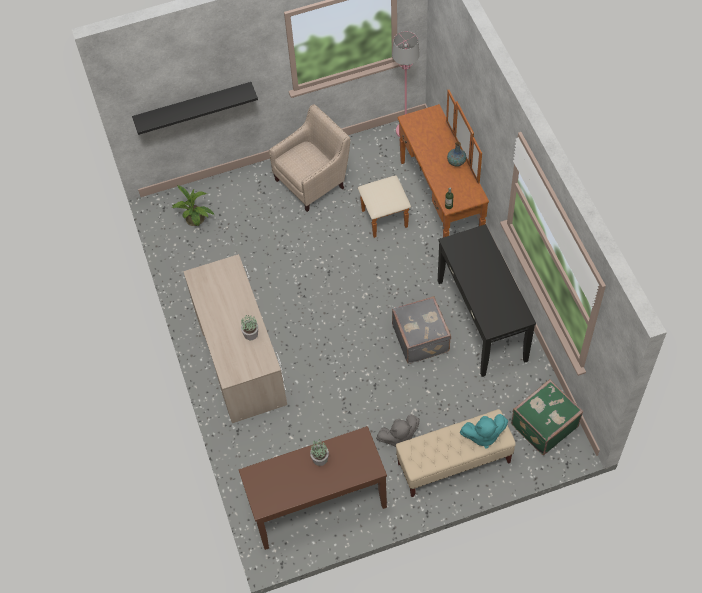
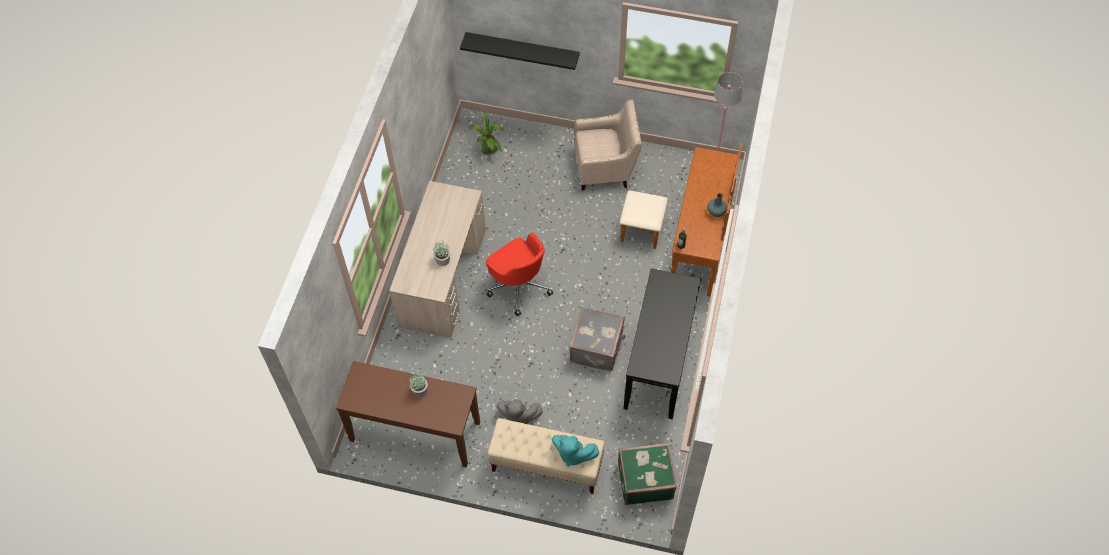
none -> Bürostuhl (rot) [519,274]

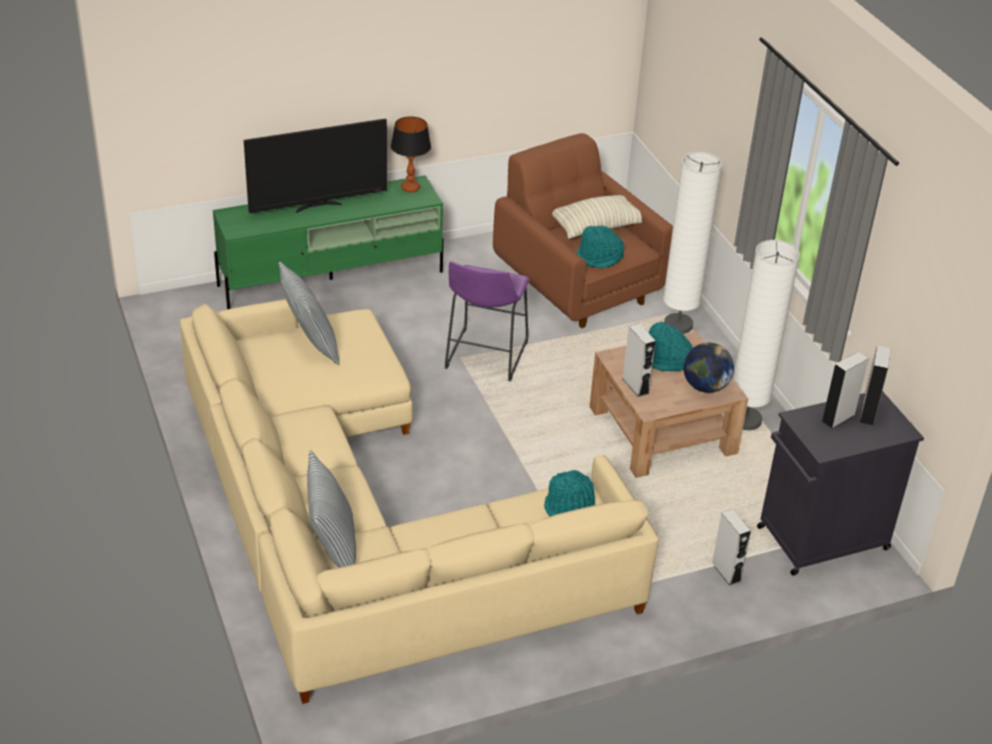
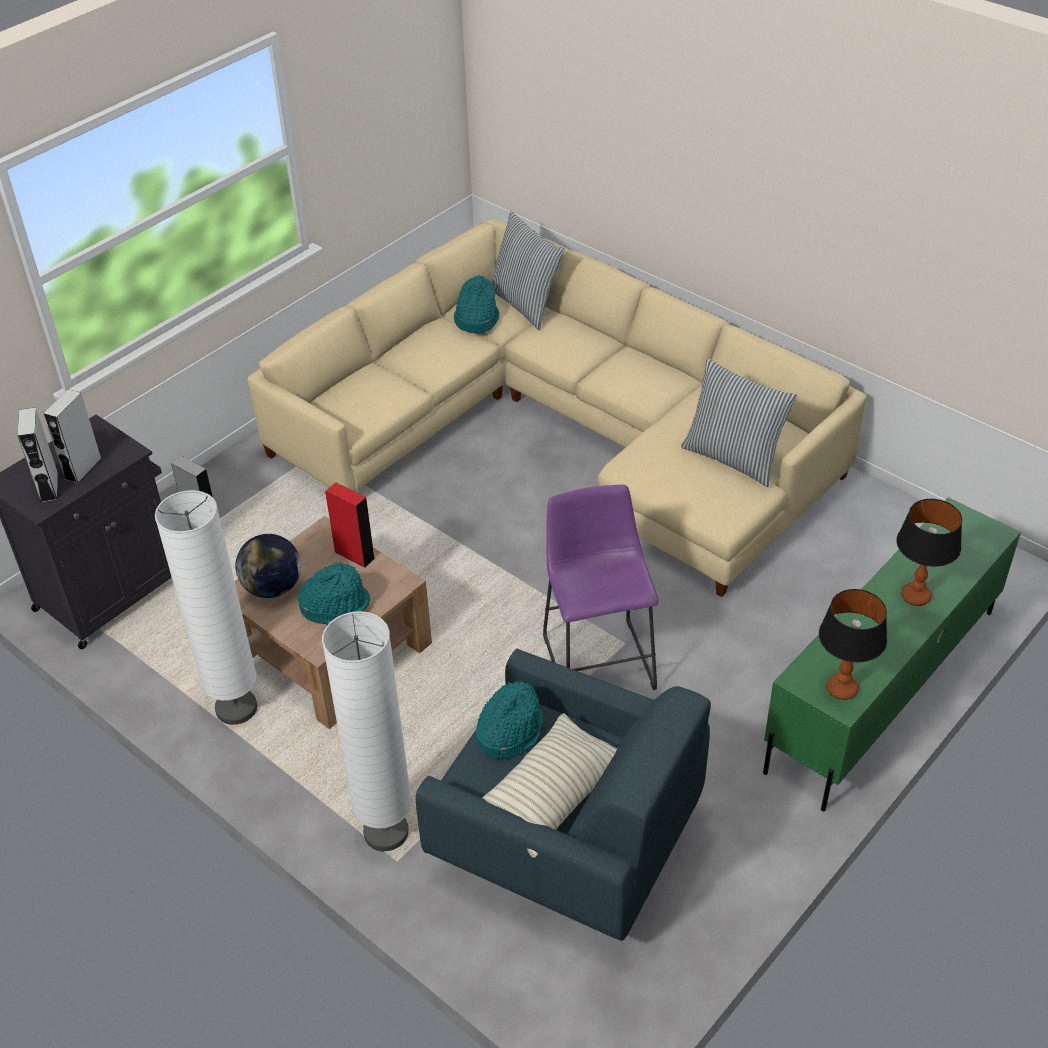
Lautsprecher (grau) [639,360] -> Lautsprecher (rot) [350,525]
Sessel (braun) [583,230] -> Sessel (blau) [563,794]
Hut (türkis) [569,493] -> Hut (türkis) [476,304], moved
Fernseher [315,165] -> Tischlampe [929,552]

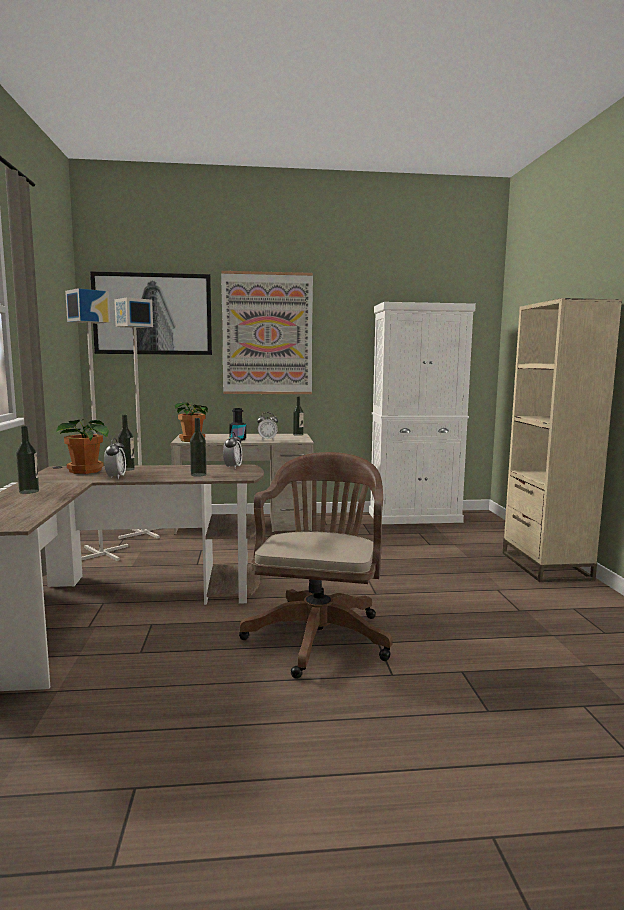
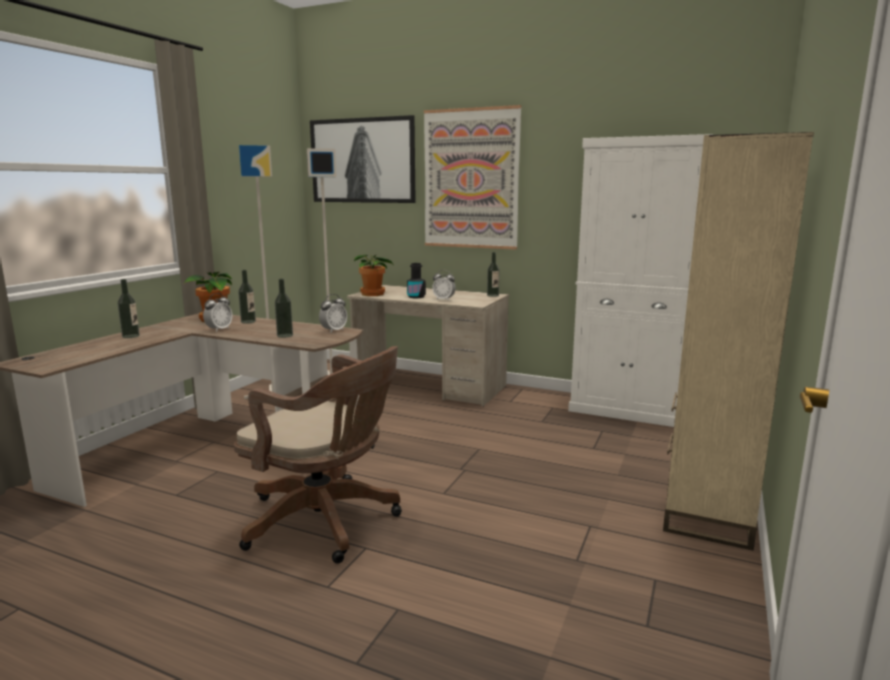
Bürostuhl (braun) [316,565] -> Bürostuhl (braun) [318,455], 75 degrees clockwise

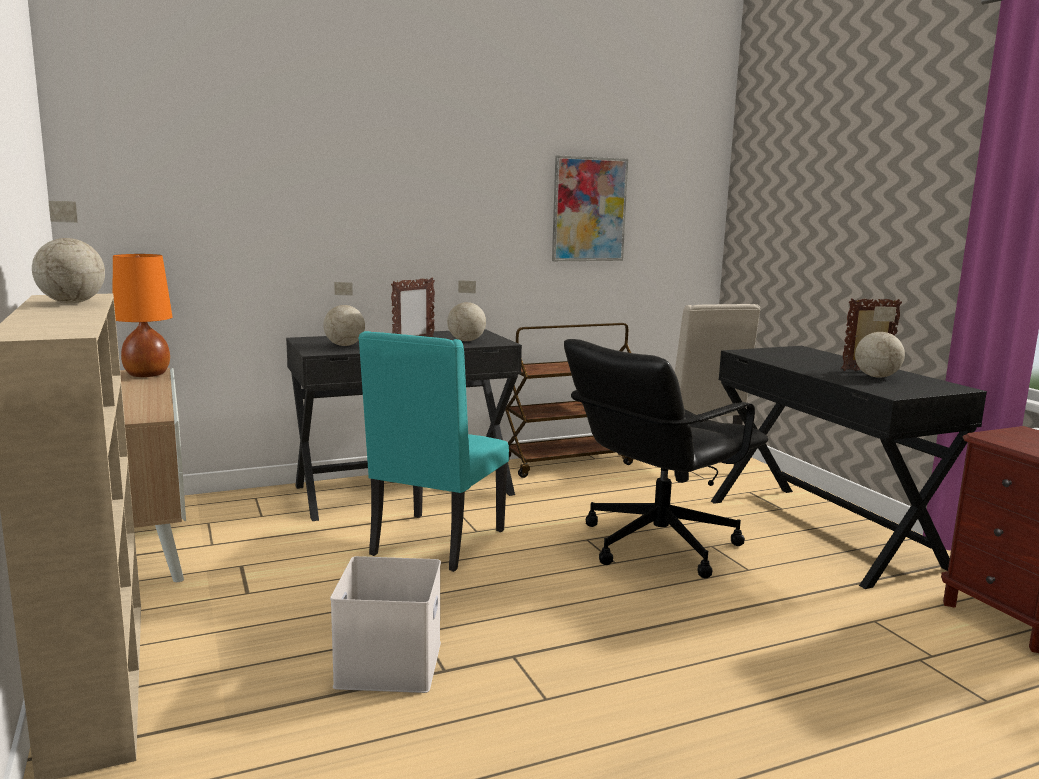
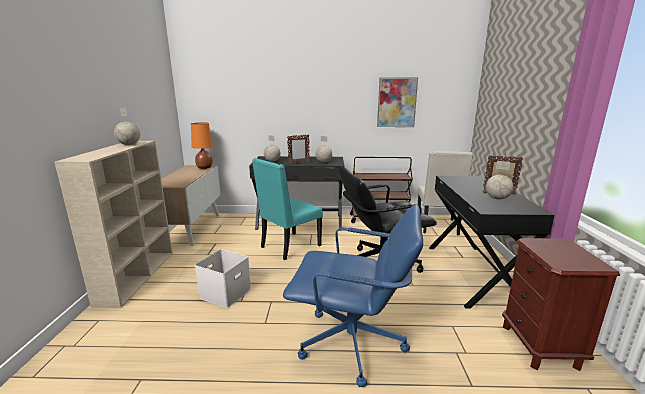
none -> Bürostuhl (blau) [353,296]

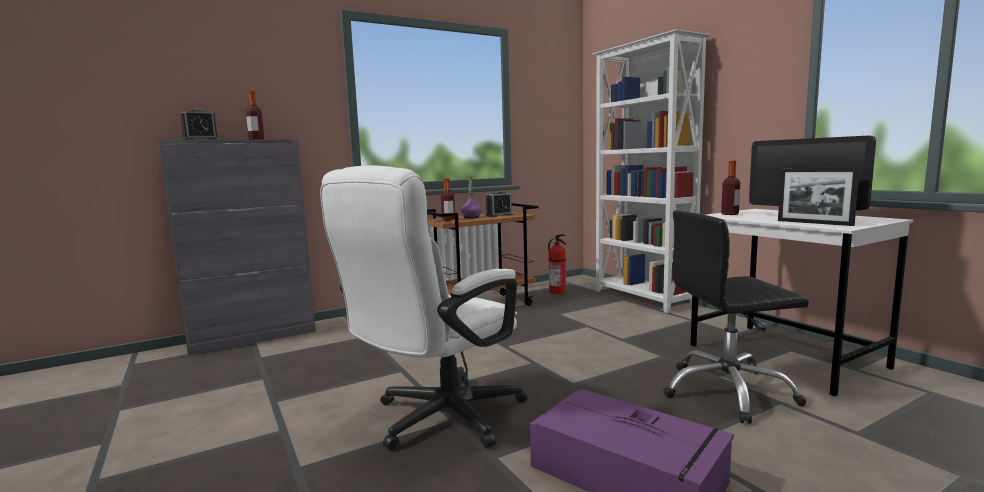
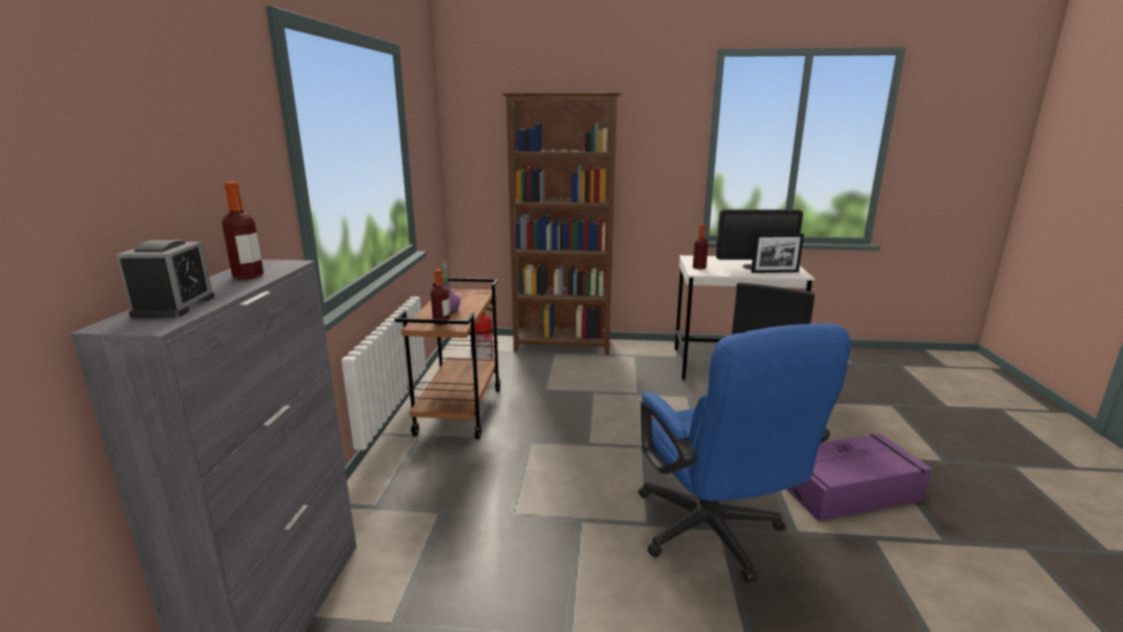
Bücherregal (weiß) [651,171] -> Bücherregal (braun) [561,224]
Bürostuhl (weiß) [423,307] -> Bürostuhl (blau) [744,453]
Wecker [499,204] -> none

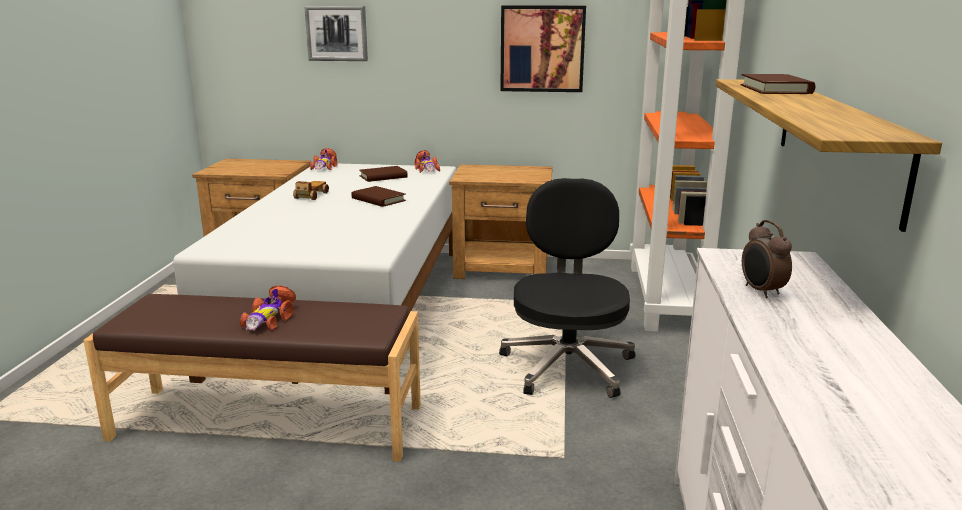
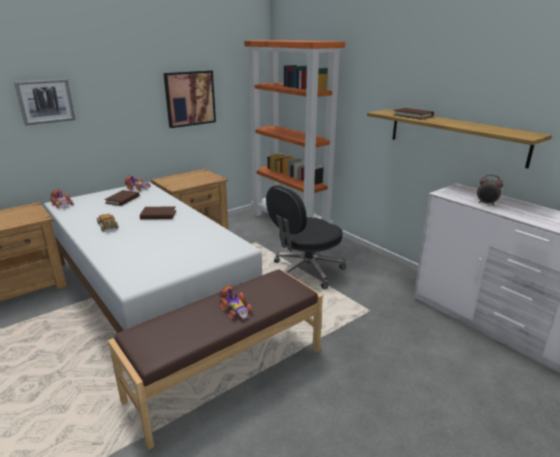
Bürostuhl (schwarz) [567,288] -> Bürostuhl (schwarz) [306,237], 90 degrees counterclockwise

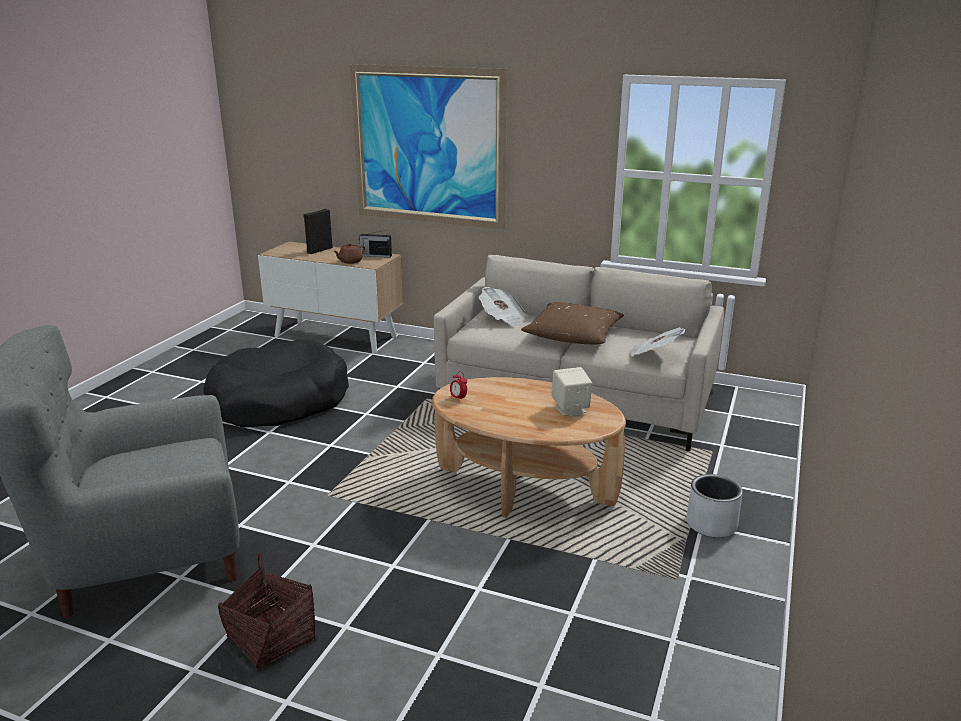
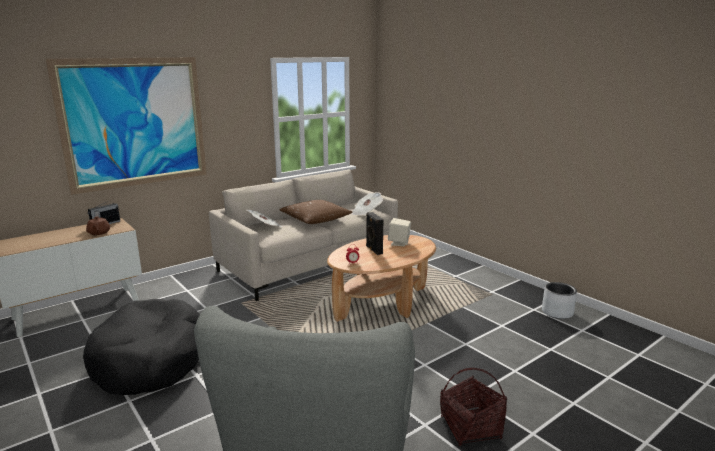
Lautsprecher (schwarz) [318,231] -> Lautsprecher (schwarz) [374,233], moved
Pflanzkübel (grau) [715,506] -> Pflanzkübel (grau) [559,300], moved

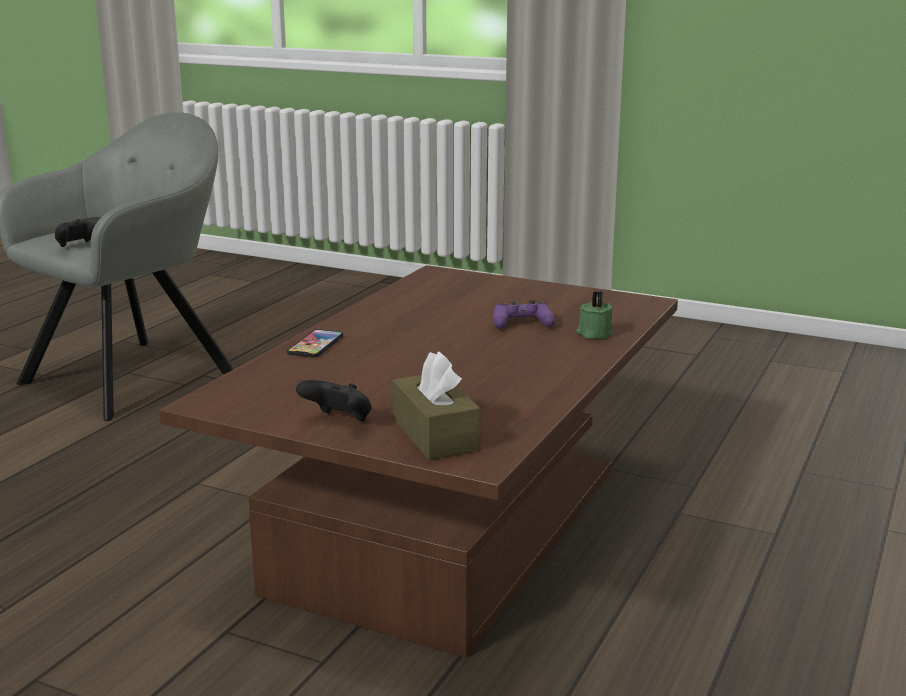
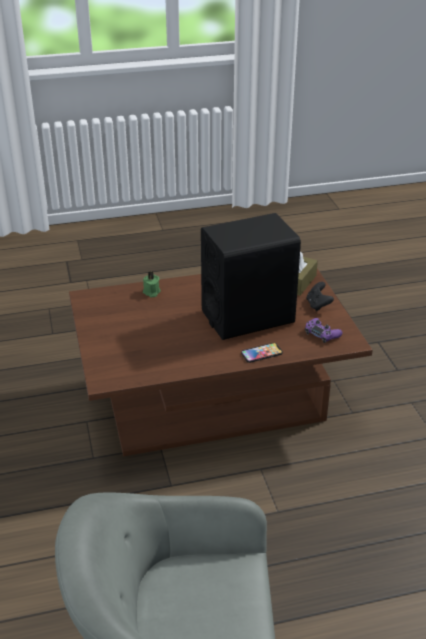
none -> Lautsprecher (schwarz) [251,276]
Gamepad (lila) [524,314] -> Gamepad (lila) [324,330], moved
Gamepad (schwarz) [77,232] -> none

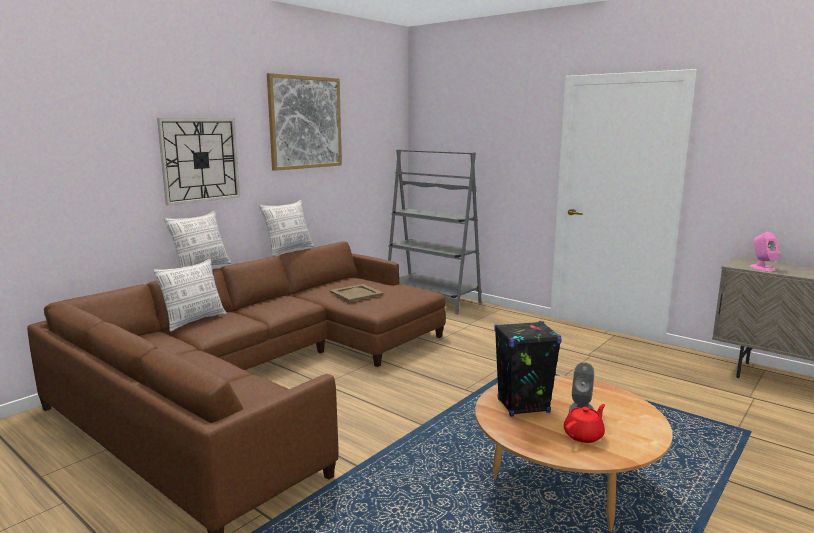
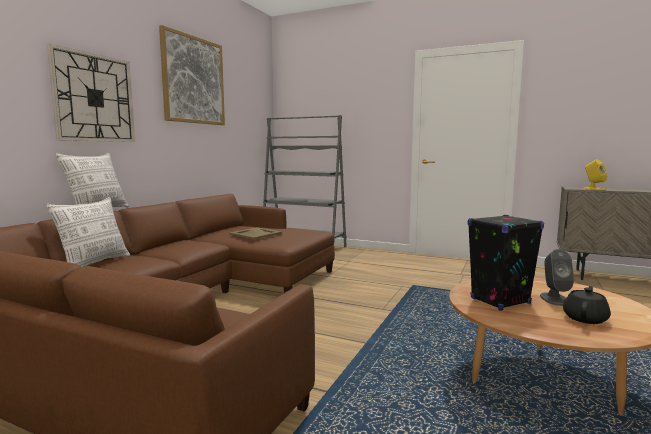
Teekanne (rot) [584,423] -> Teekanne (schwarz) [587,305]
Lautsprecher (rosa) [764,251] -> Lautsprecher (gelb) [595,175]
Kissen [286,228] -> none

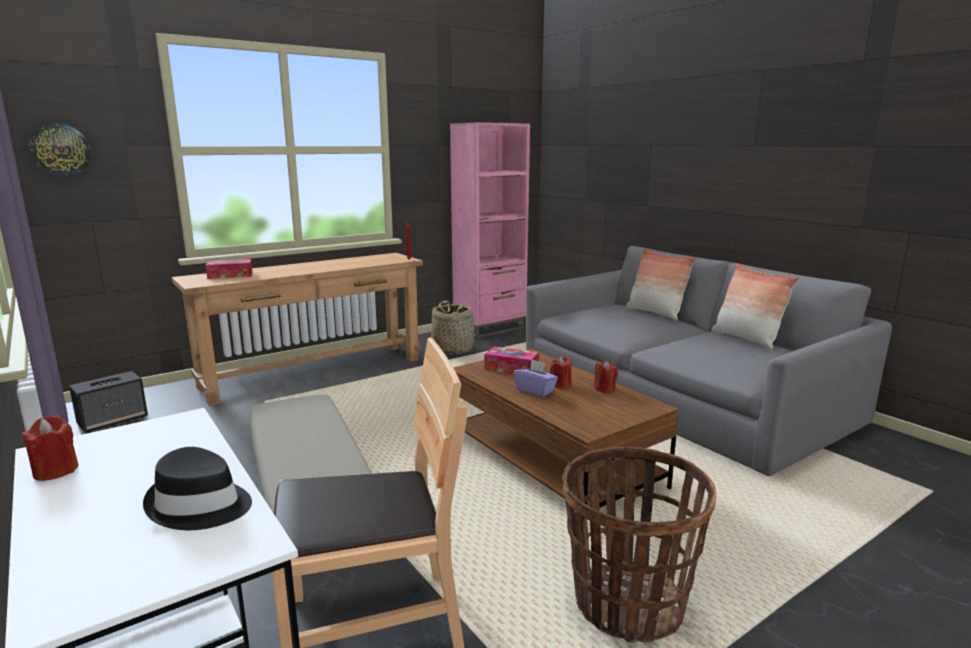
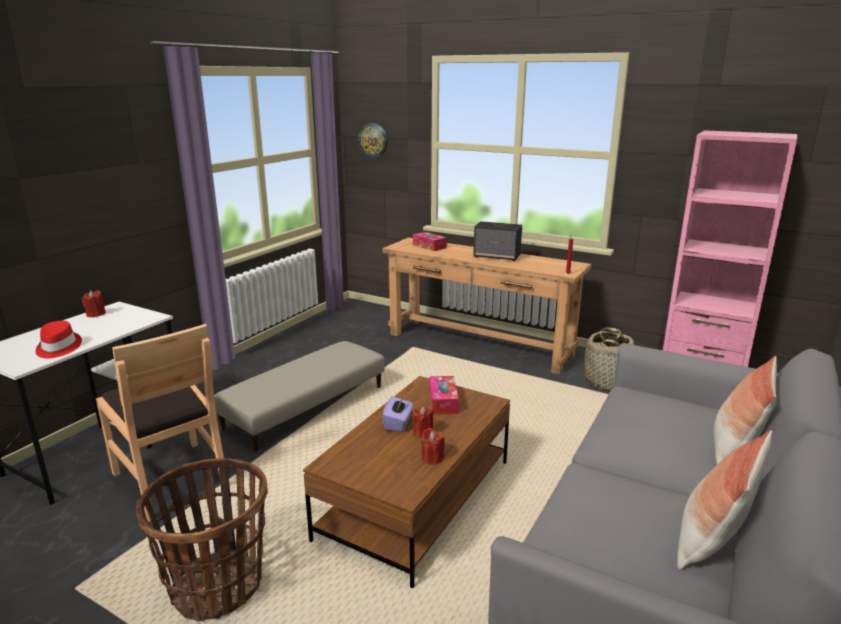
Hut (schwarz) [197,488] -> Hut (rot) [59,339]
Lautsprecher [108,402] -> Lautsprecher [497,241], moved

